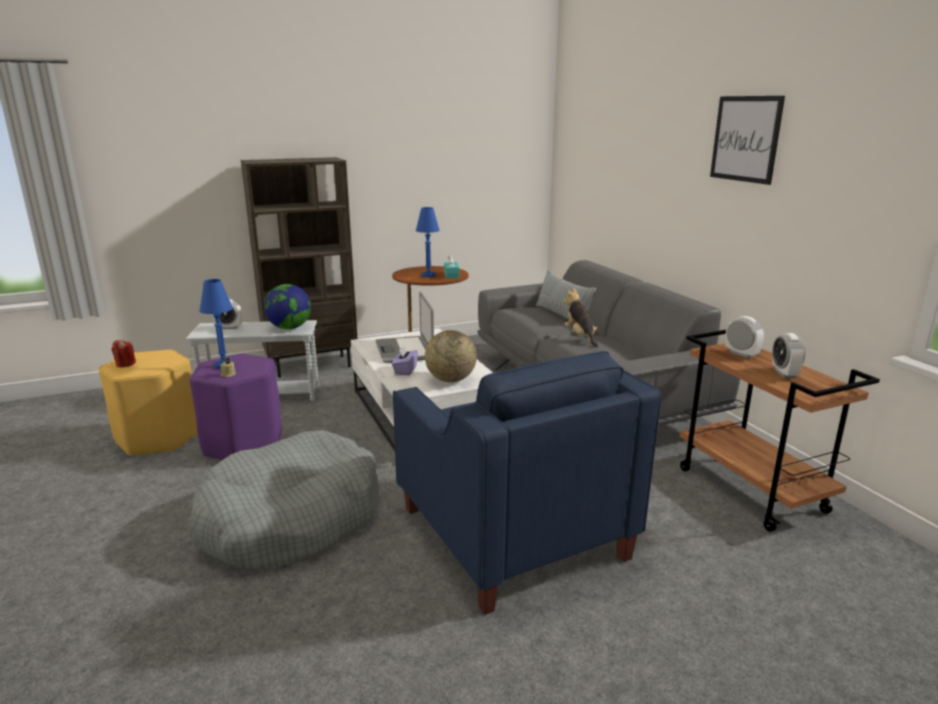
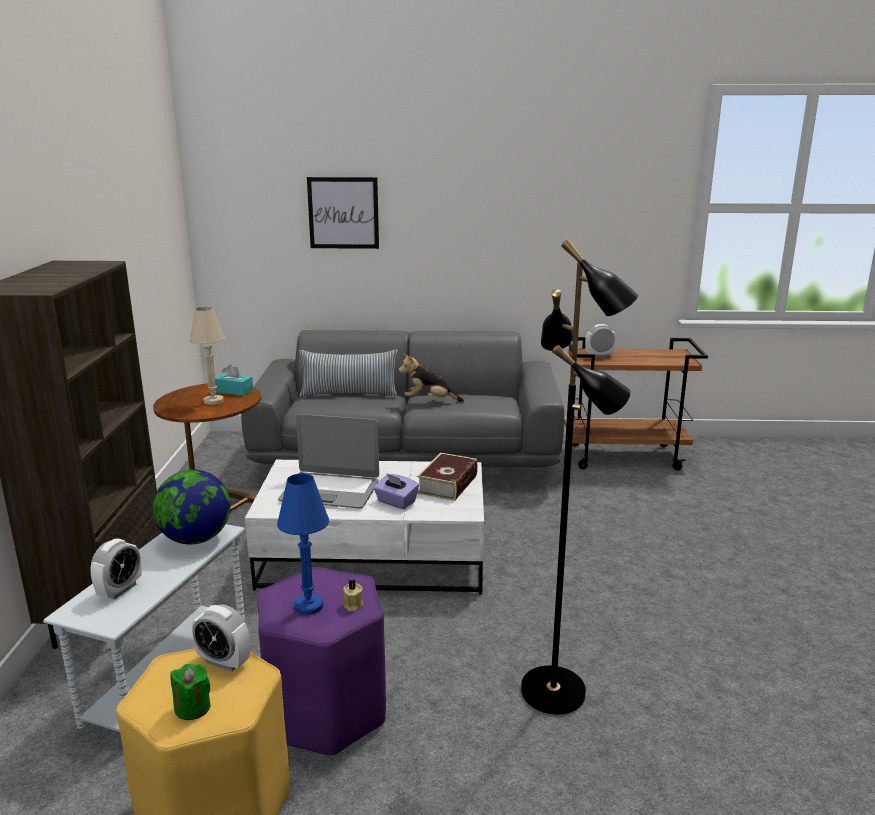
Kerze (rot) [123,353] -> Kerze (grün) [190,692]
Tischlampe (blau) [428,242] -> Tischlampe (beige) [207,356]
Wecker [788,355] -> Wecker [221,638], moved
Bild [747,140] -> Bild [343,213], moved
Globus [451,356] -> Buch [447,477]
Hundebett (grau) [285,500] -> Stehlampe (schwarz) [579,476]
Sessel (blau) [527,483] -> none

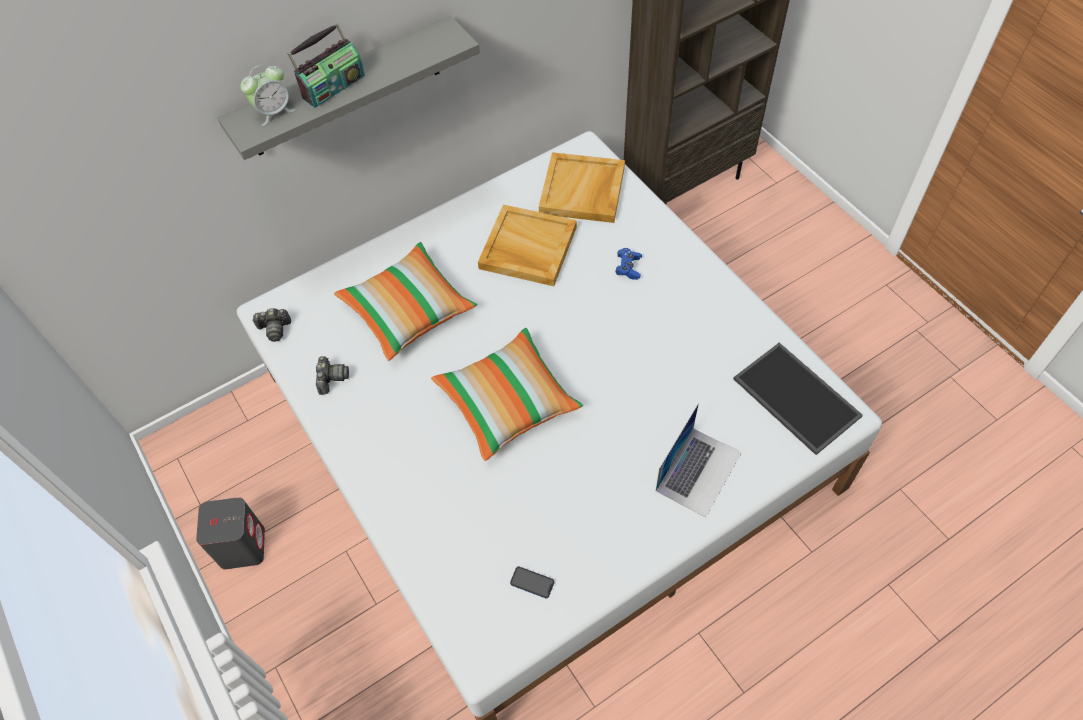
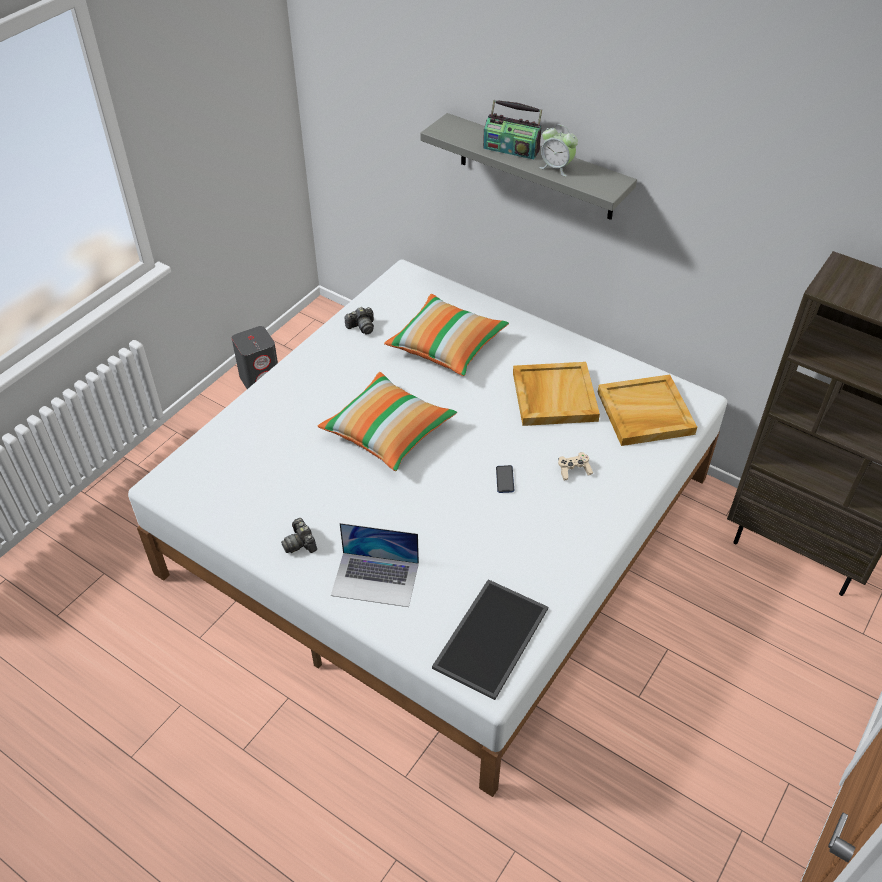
Kamera [271,325] -> Kamera [299,535], moved
Handy [532,582] -> Handy [505,479], moved
Wecker [268,95] -> Wecker [558,151], moved
Gamepad (blau) [629,264] -> Gamepad (beige) [575,466]

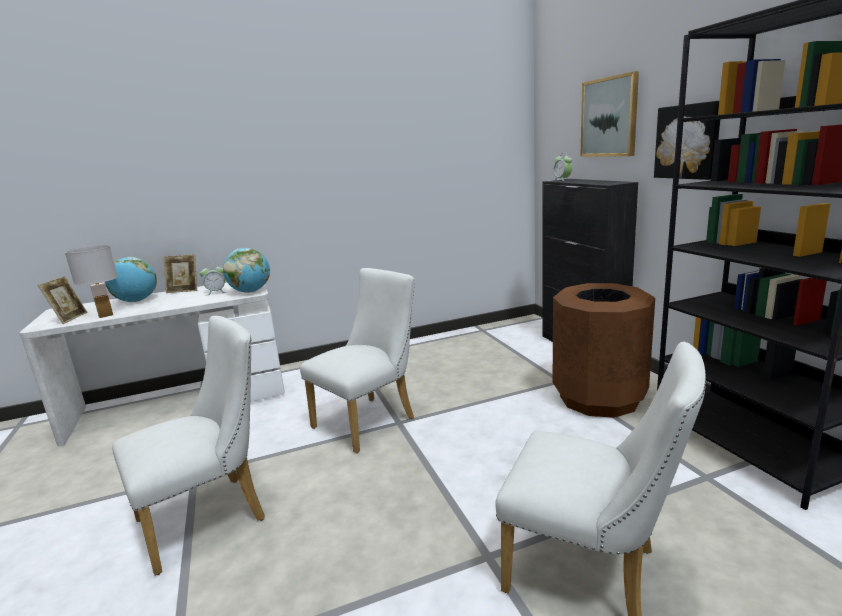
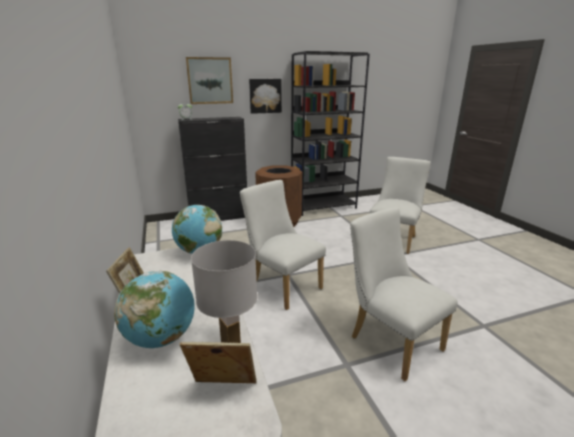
Wecker [213,280] -> none

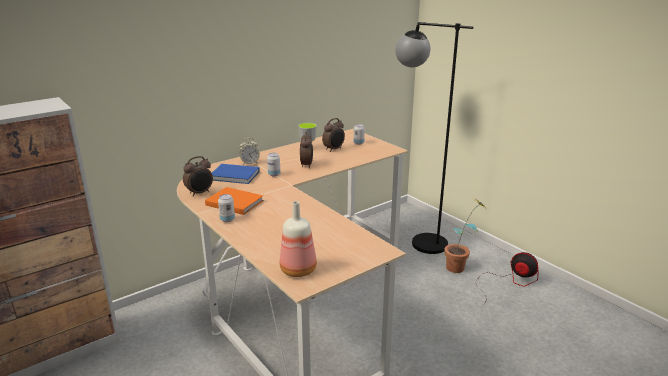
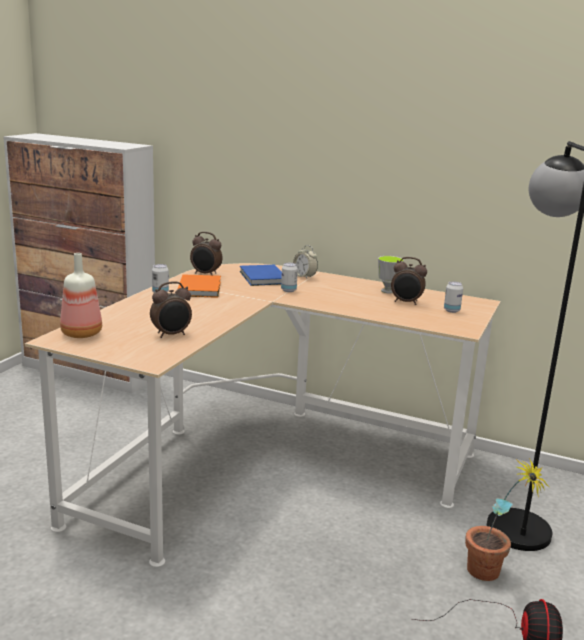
Wecker [306,149] -> Wecker [171,309], moved

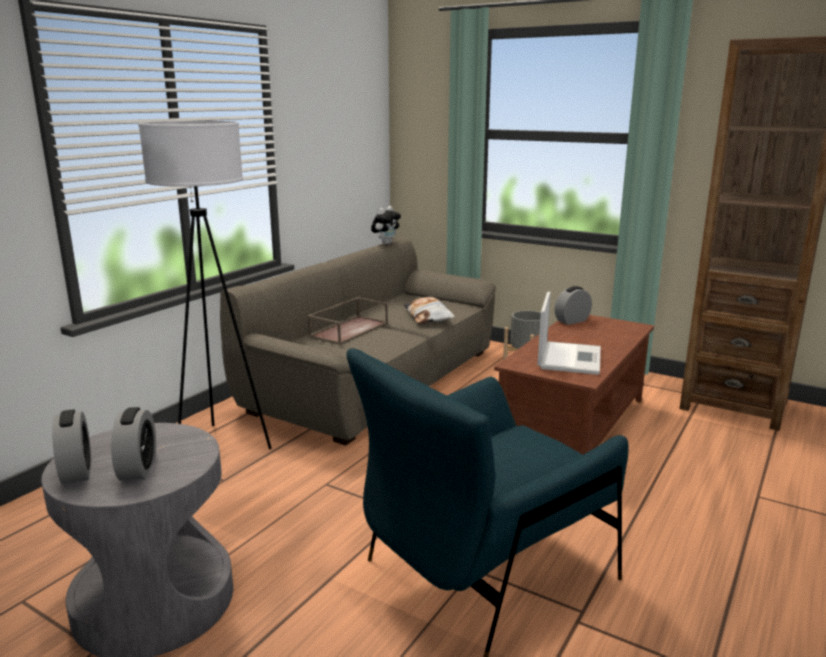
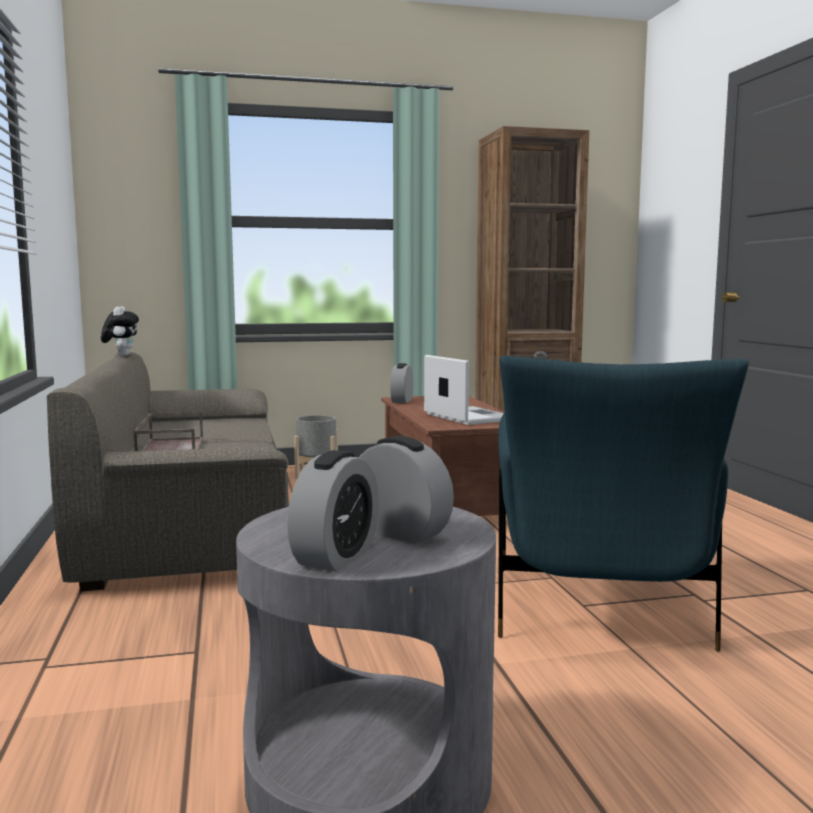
Wecker [71,446] -> Wecker [333,510], 90 degrees clockwise
Stehlampe (weiß) [205,285] -> none
Kissen [429,310] -> none

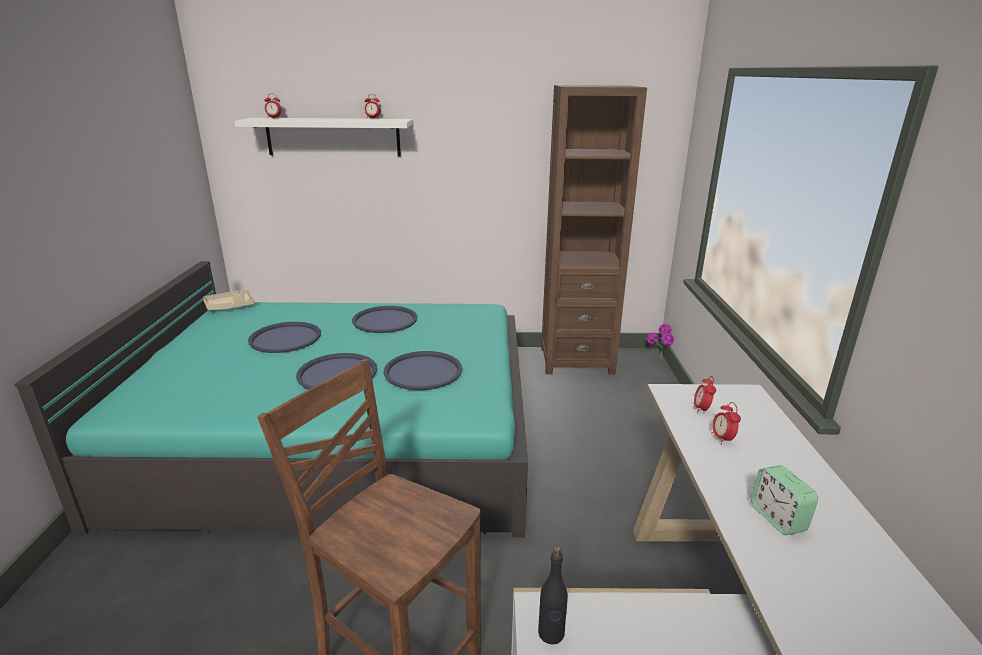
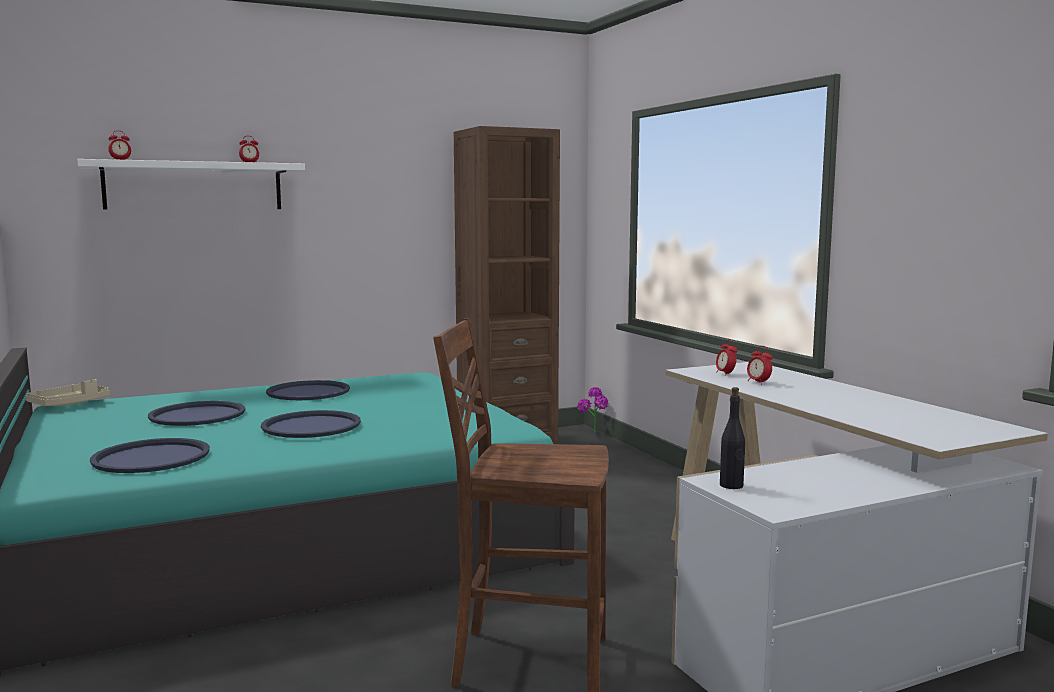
Tablett (blau) [423,370] -> Tablett (blau) [150,455], moved
Wecker [784,500] -> none

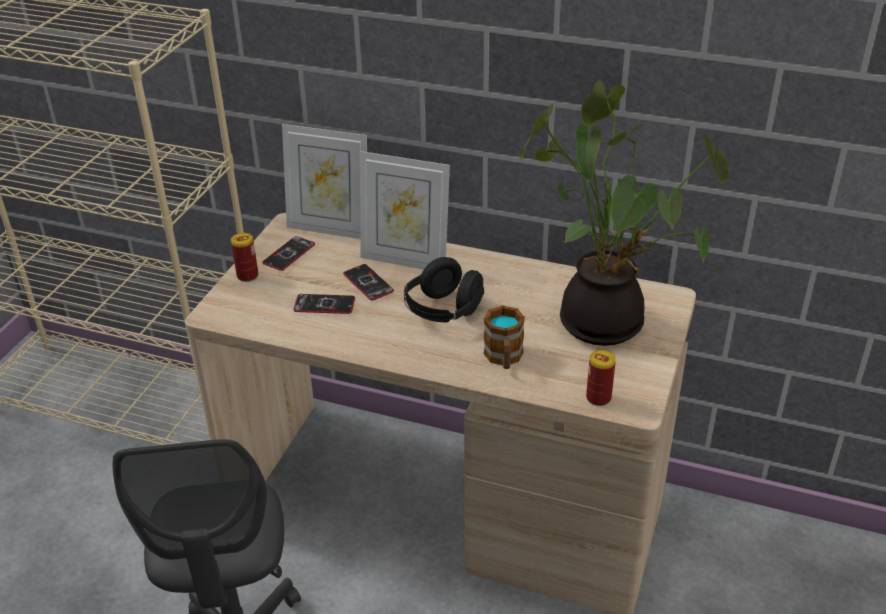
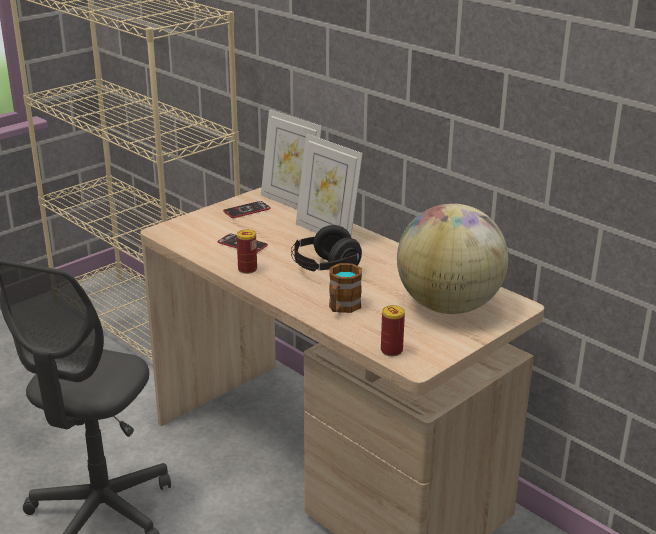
Dose [244,257] -> Dose [247,251], moved
Topfpflanze [624,213] -> Globus [452,258]
Handy [368,282] -> none

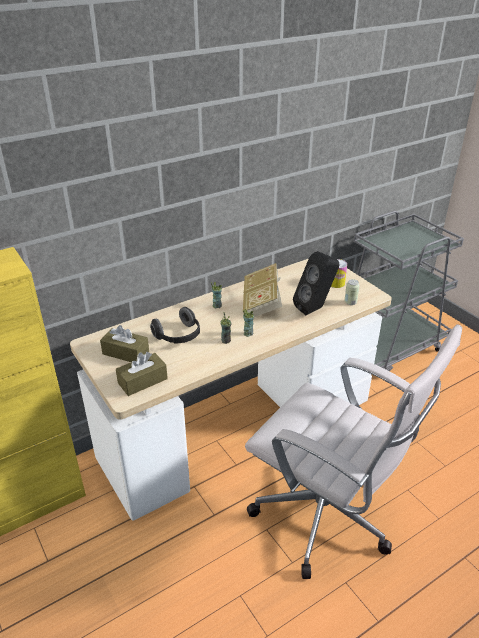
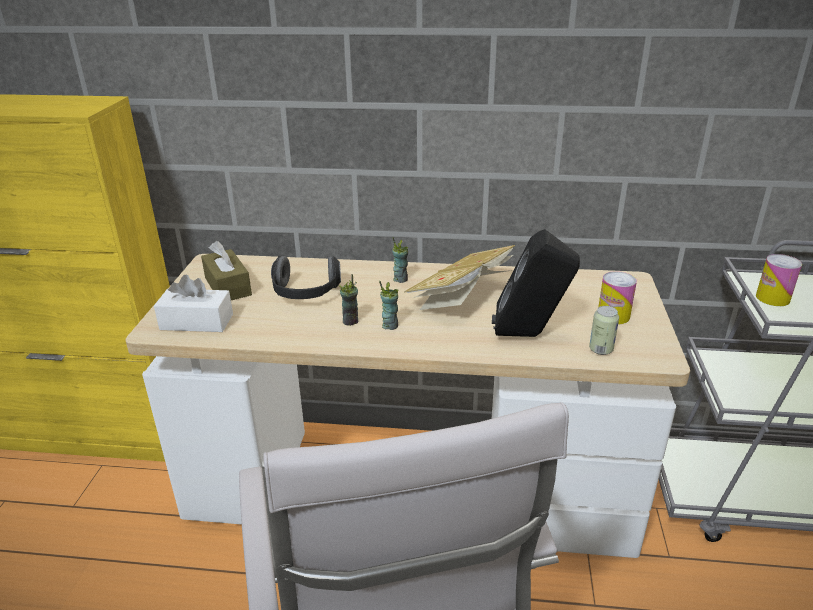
Taschentuchbox (braun) [142,374] -> Taschentuchbox (weiß) [193,303]
none -> Dose [779,280]

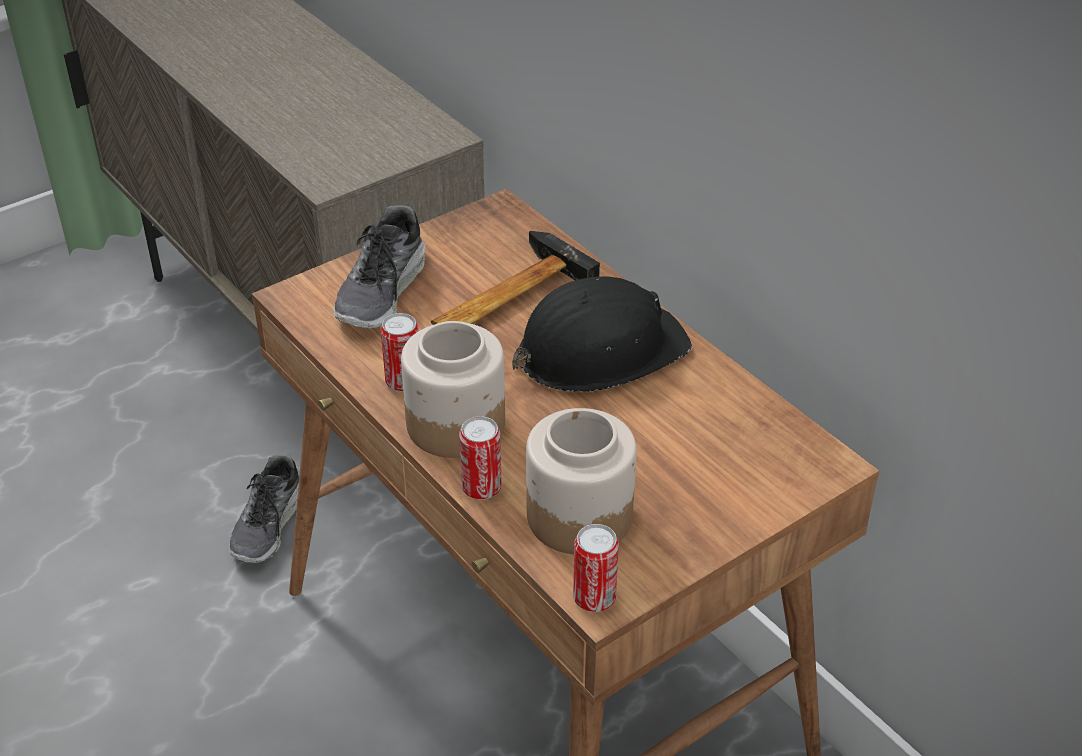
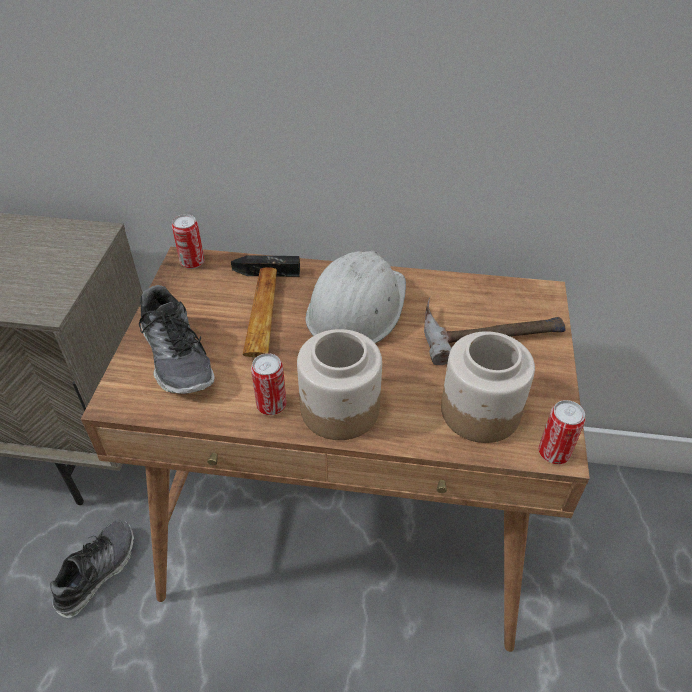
Schuh [264,508] -> Schuh [92,569], 120 degrees counterclockwise
Dose [480,458] -> Dose [188,241], moved
Schutzhelm (schwarz) [602,334] -> Schutzhelm (weiß) [355,297]
none -> Hammer [495,331]

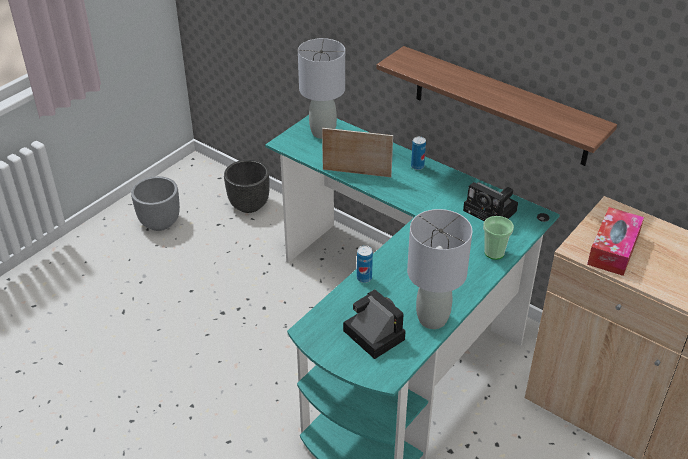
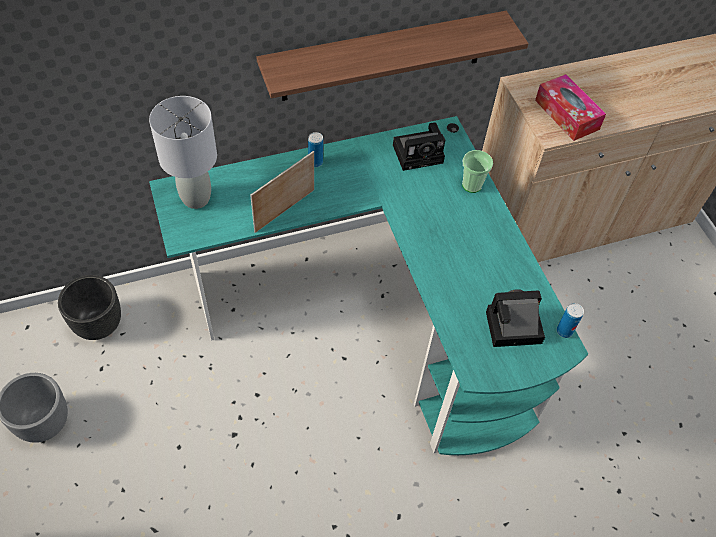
Dose [365,264] -> Dose [570,320], moved
Tischlampe (grau) [440,269] -> none

